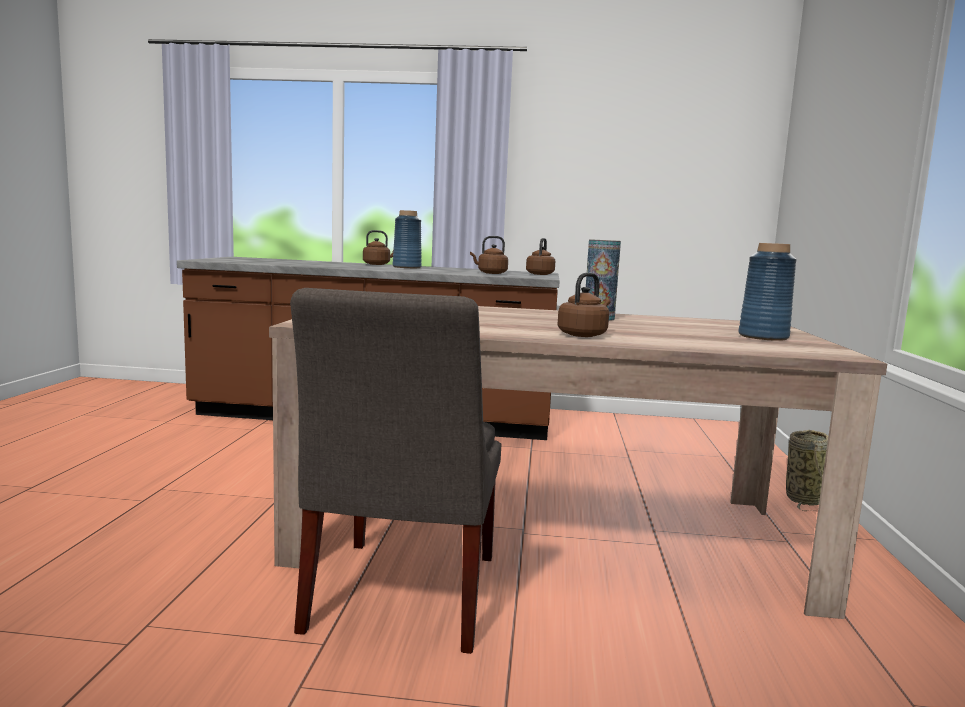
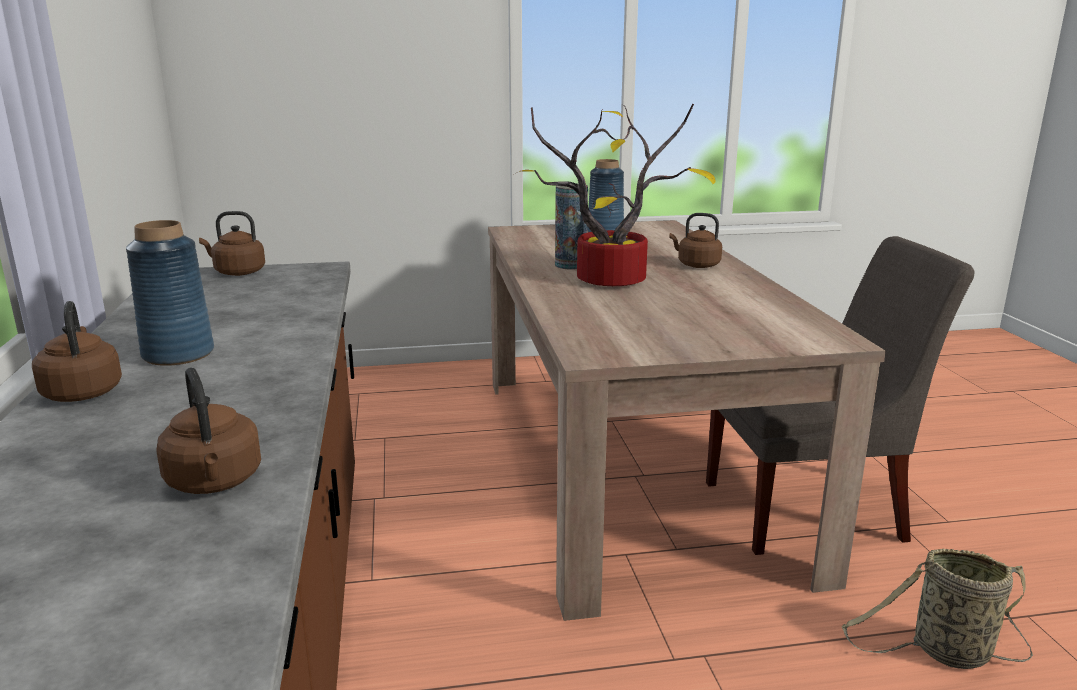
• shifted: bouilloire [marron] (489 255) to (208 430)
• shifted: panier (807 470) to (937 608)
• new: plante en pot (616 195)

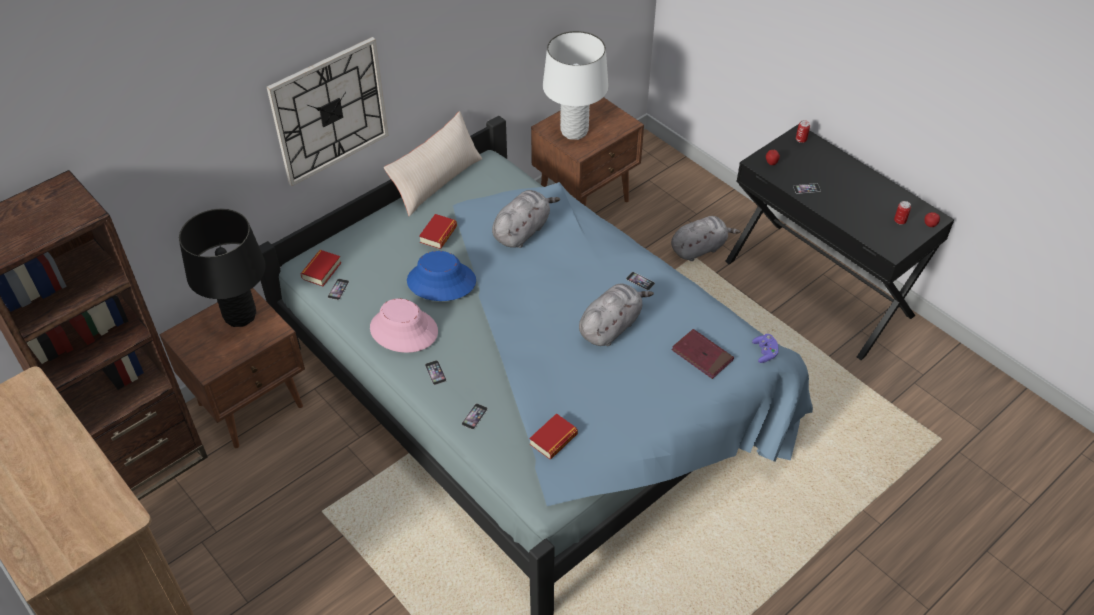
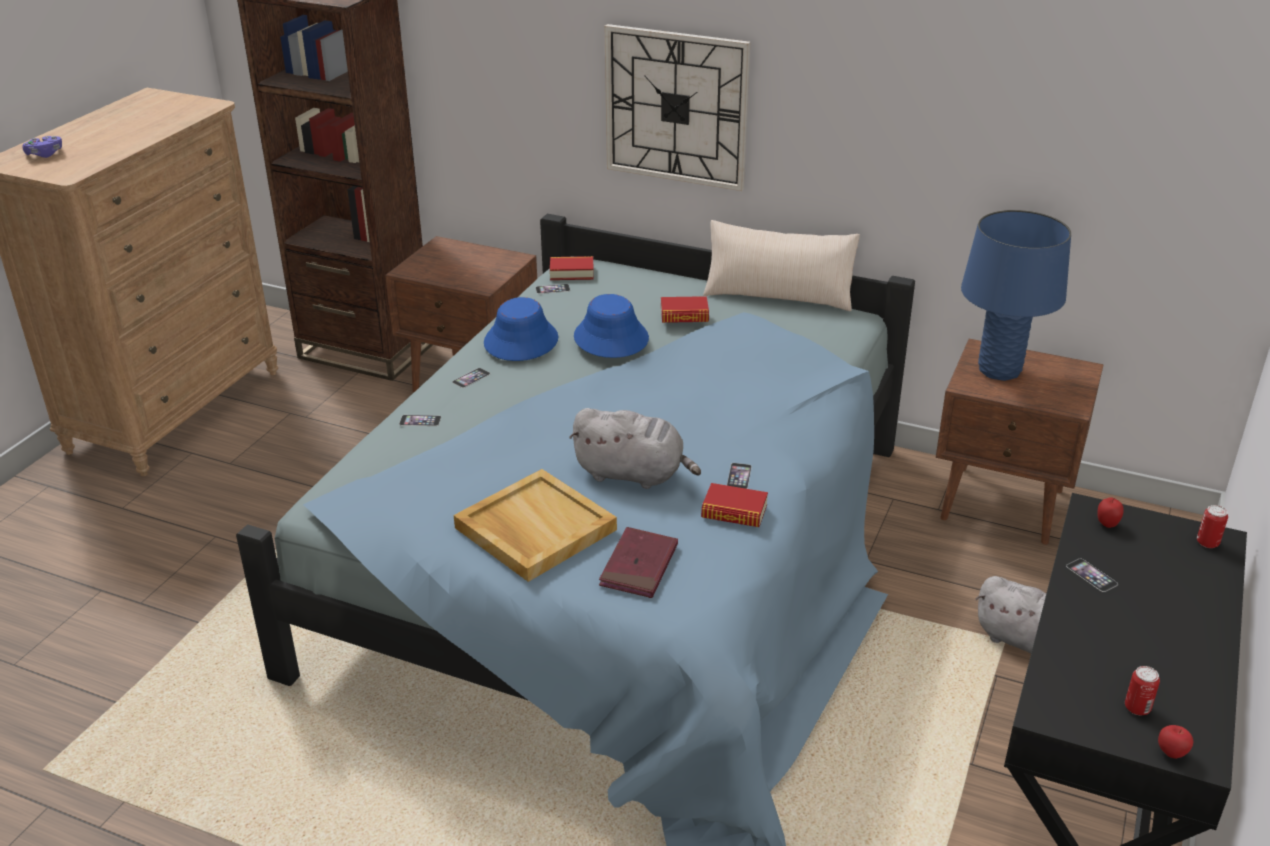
• repainted: lampe de table [blanc] (575 85) to lampe de table [bleu] (1016 295)
• gone: peluche [gris] (526 219)
• gone: lampe de table [noir] (222 268)
• repainted: chapeau [rose] (404 325) to chapeau [bleu] (521 329)
• shifted: manette [violet] (765 348) to (42 147)
• shifted: livre (553 436) to (734 505)
• new: plateau [beige] (535 525)

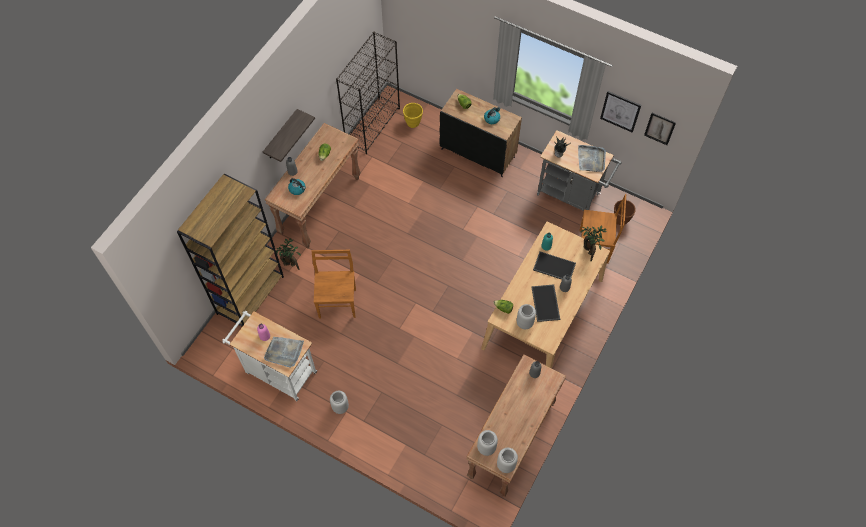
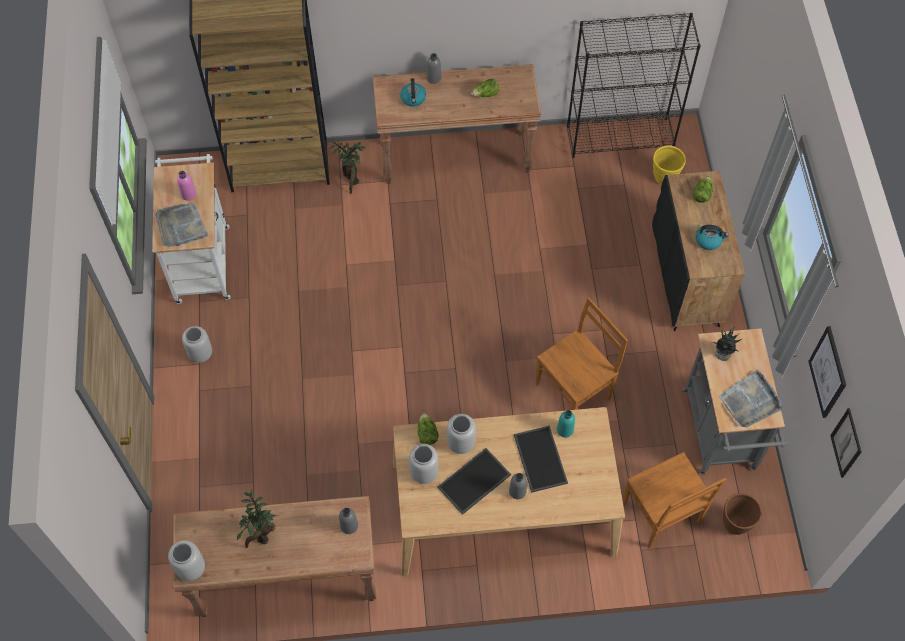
• gone: étagère (289 135)
• shifted: plante en pot (594 243) to (256 518)
• shifted: chaise [marron] (333 284) to (582 353)
• shifted: vase [gris] (487 443) to (461 434)

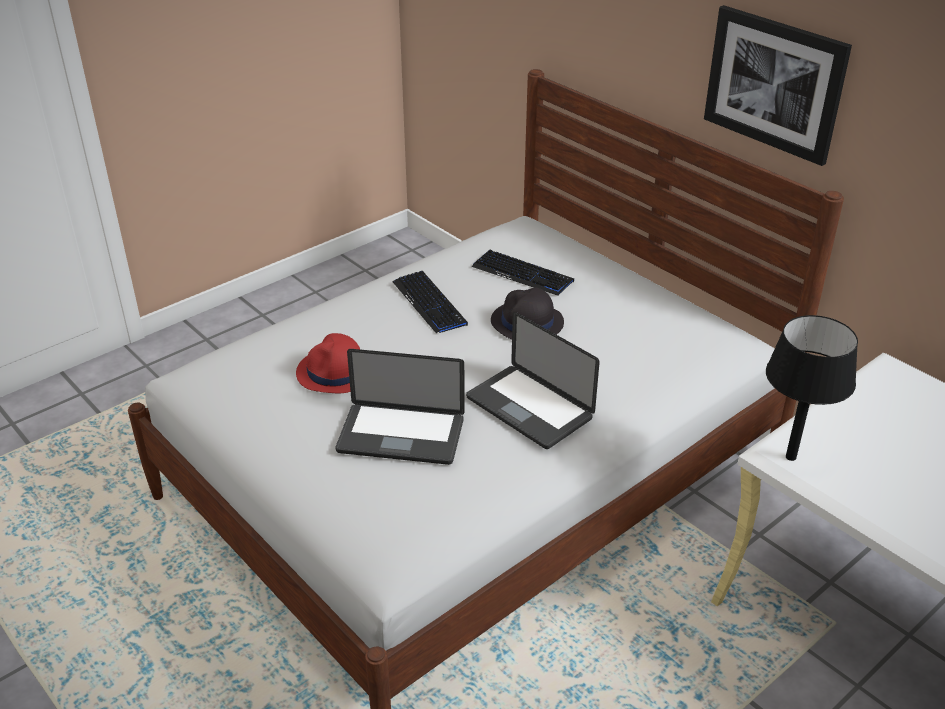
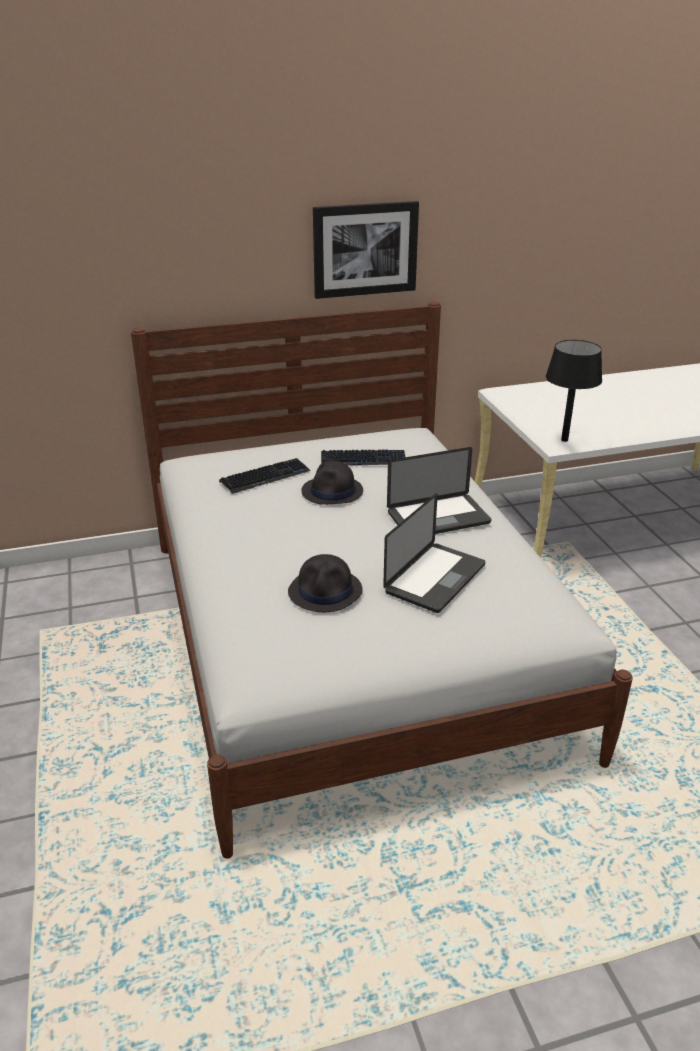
• shifted: clavier (430 302) to (363 458)
• repainted: chapeau [rouge] (328 363) to chapeau [noir] (325 583)

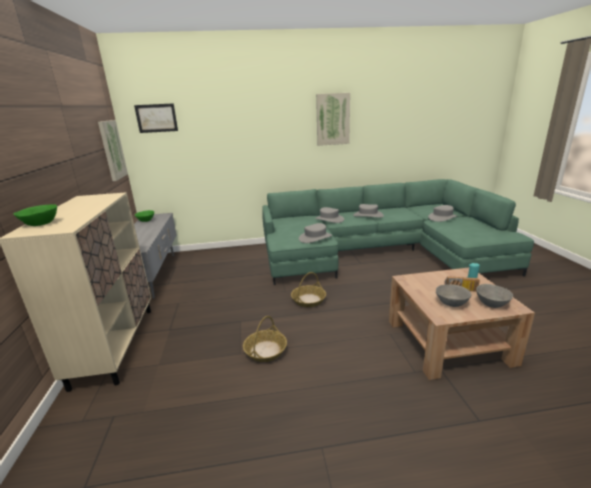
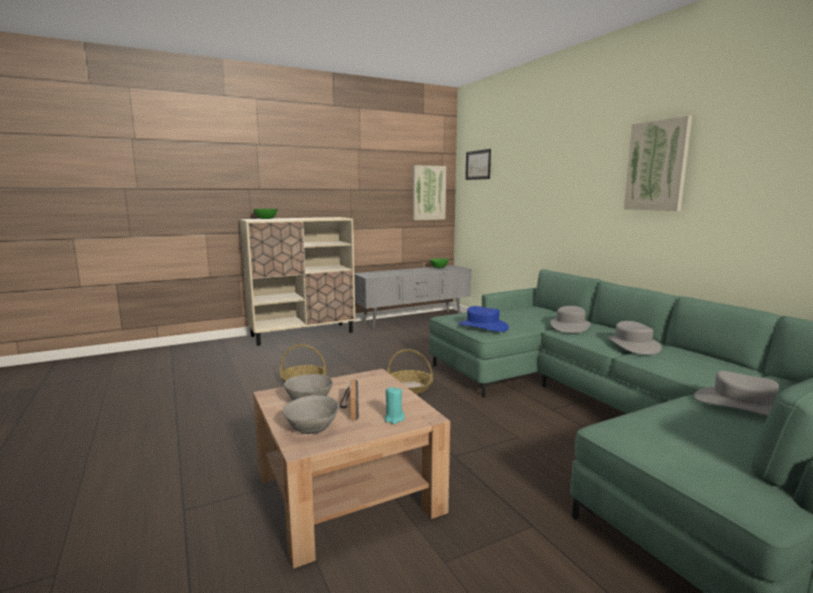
• repainted: chapeau [gris] (315 233) to chapeau [bleu] (483 319)

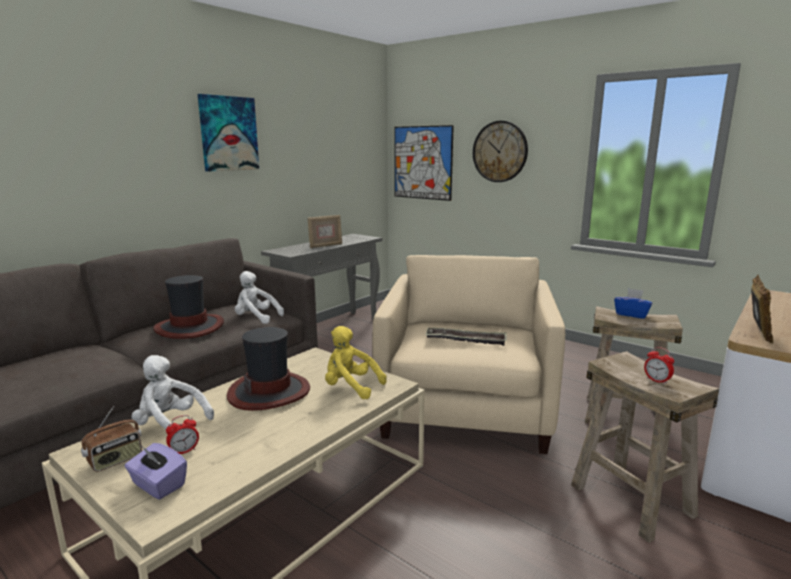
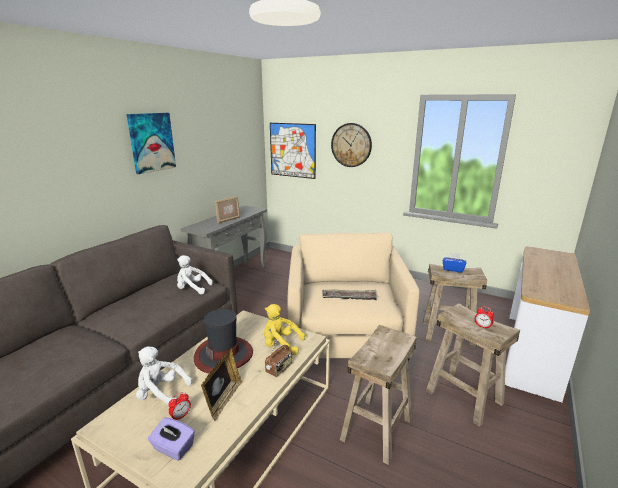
• gone: chapeau (188 307)
• shifted: cadre photo (762 309) to (222 384)
• shifted: radio (111 439) to (278 358)
• new: tabouret [beige] (378 395)

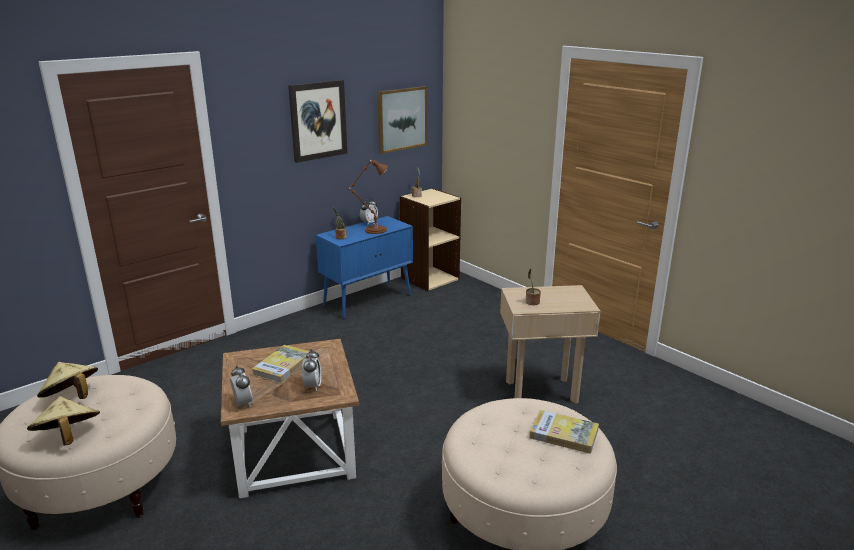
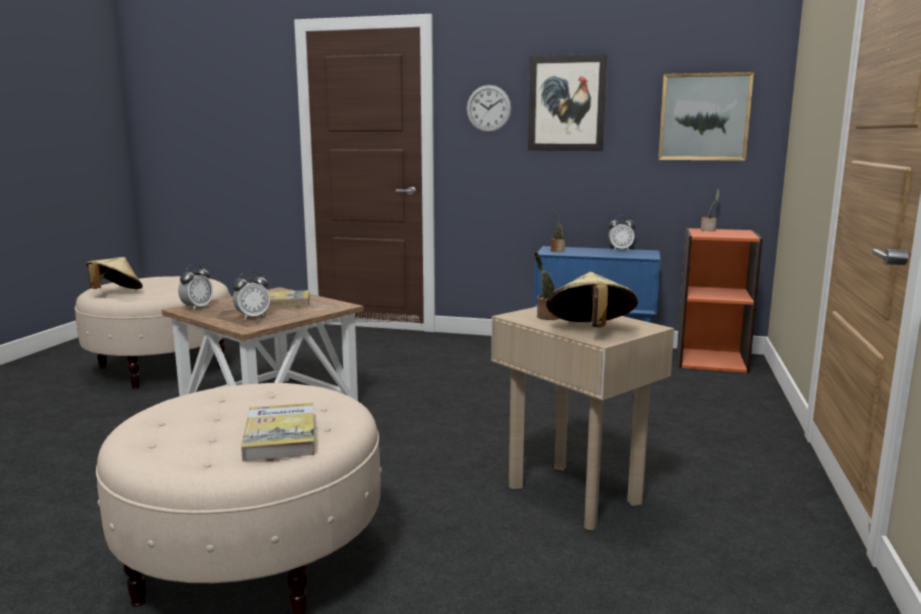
• gone: lampe de table [marron] (368 197)
• repainted: bibliothèque [beige] (430 239) to bibliothèque [orange] (720 300)
• shifted: chapeau [beige] (67 380) to (592 299)
• new: horloge murale (489 109)

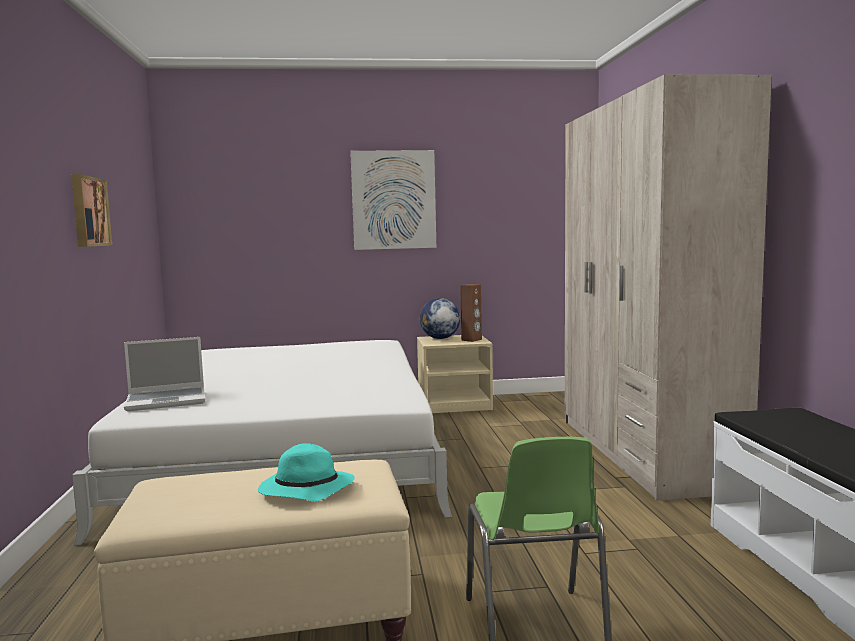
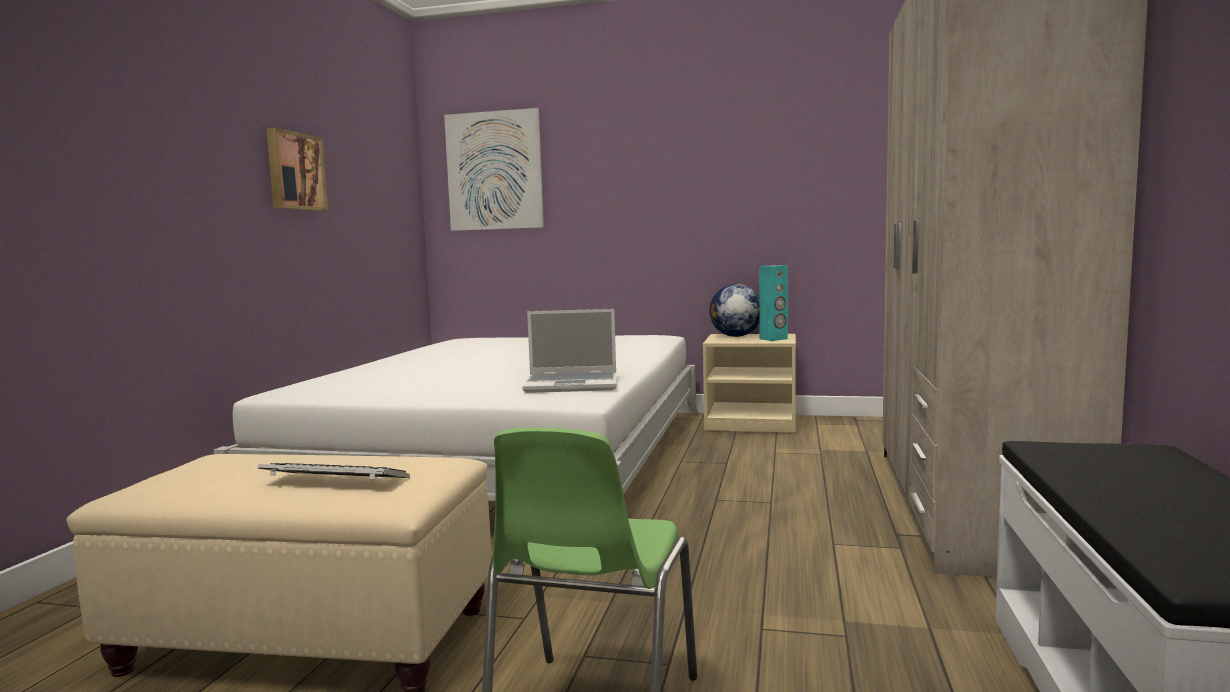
• shifted: tableau (393 200) to (494 169)
• repainted: enceinte [marron] (471 313) to enceinte [turquoise] (773 303)
• shifted: ordinateur portable (164 374) to (569 351)
• swapped: chapeau [turquoise] (306 472) to clavier (333 471)

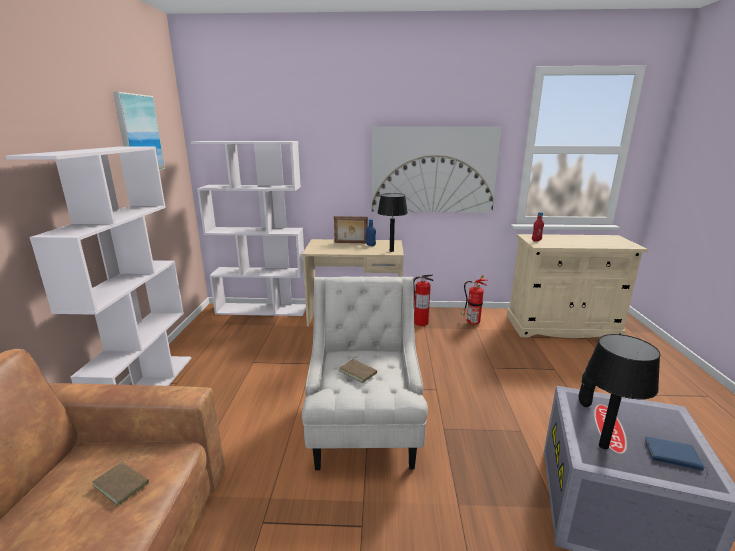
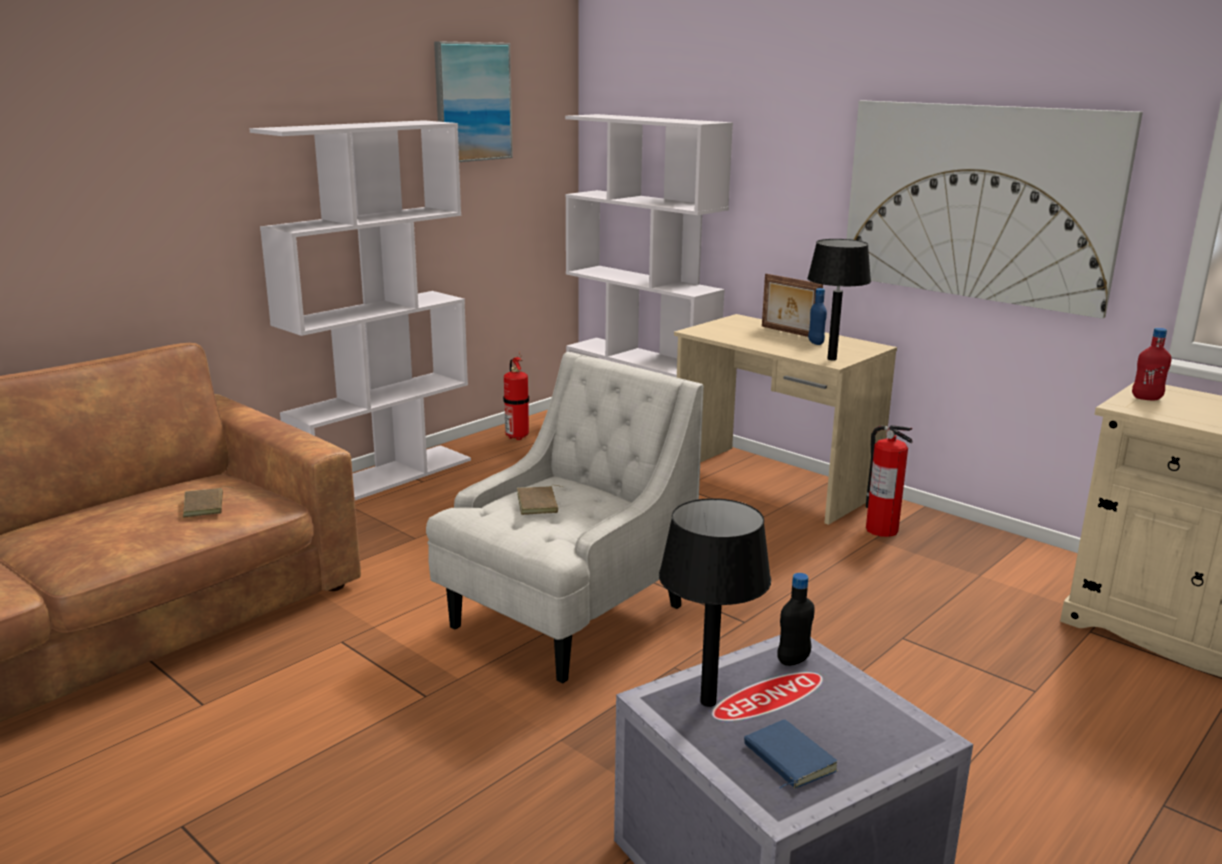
• shifted: extincteur (474 300) to (516 396)

